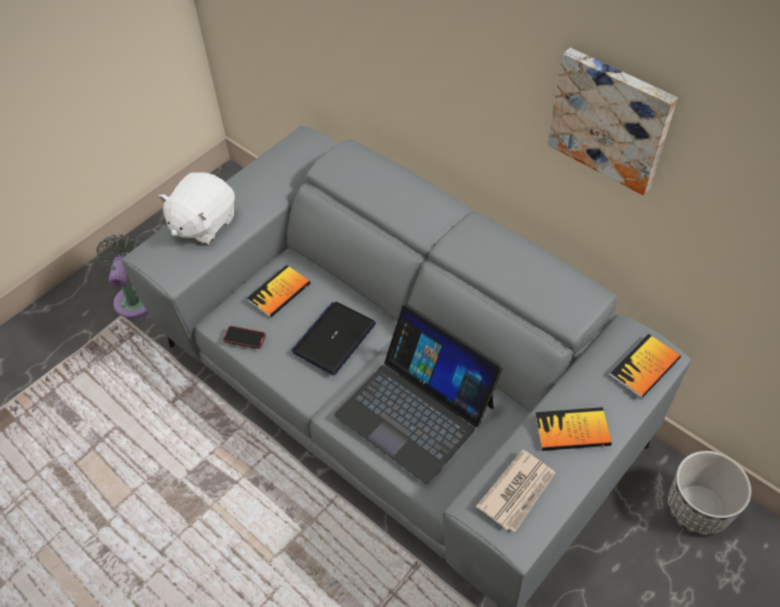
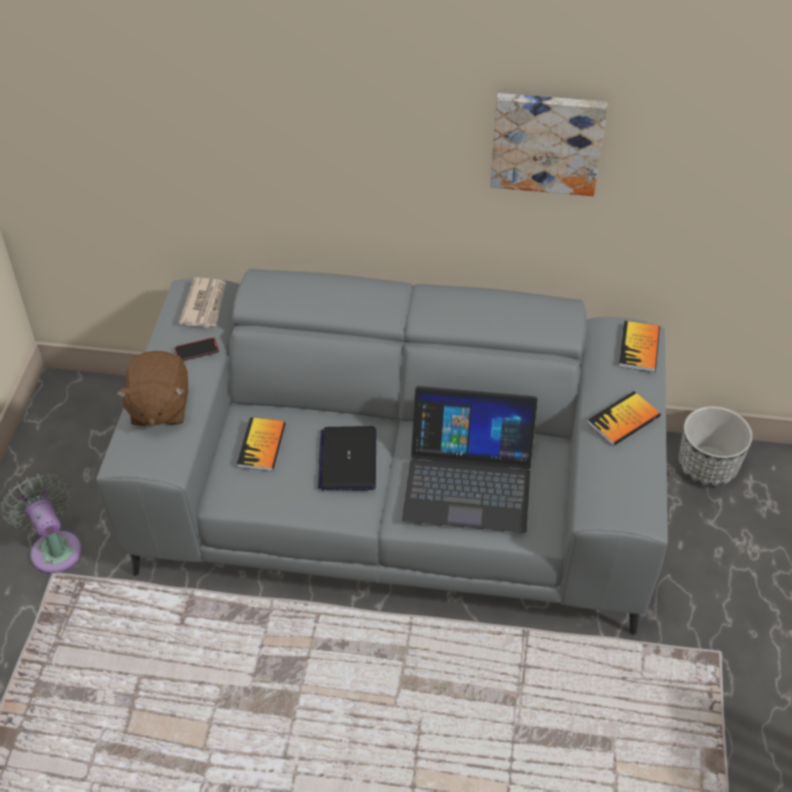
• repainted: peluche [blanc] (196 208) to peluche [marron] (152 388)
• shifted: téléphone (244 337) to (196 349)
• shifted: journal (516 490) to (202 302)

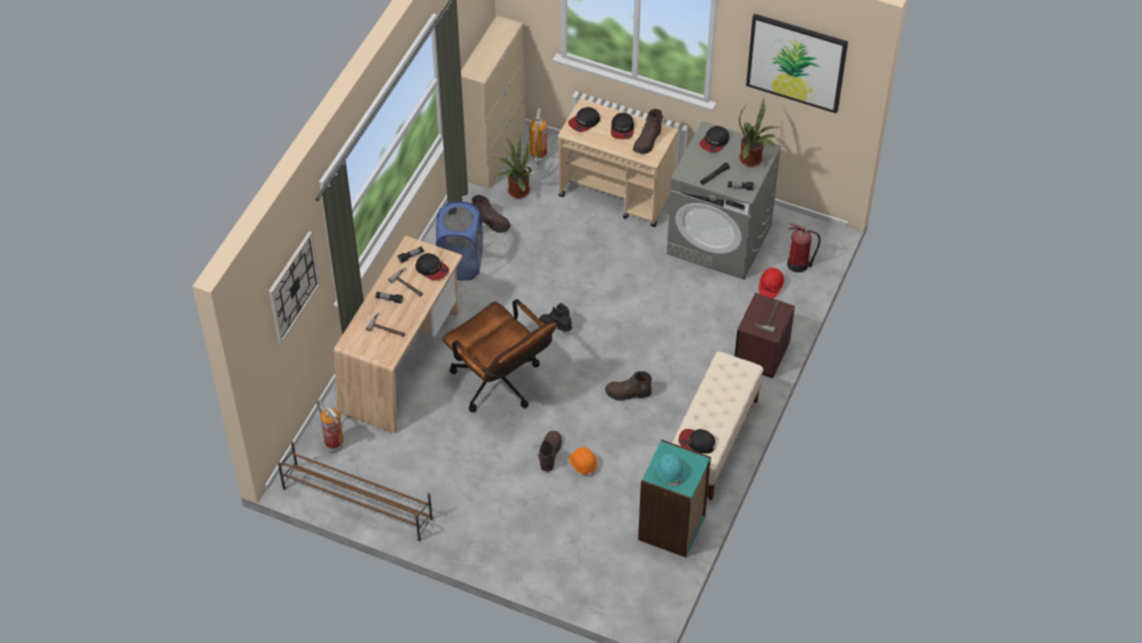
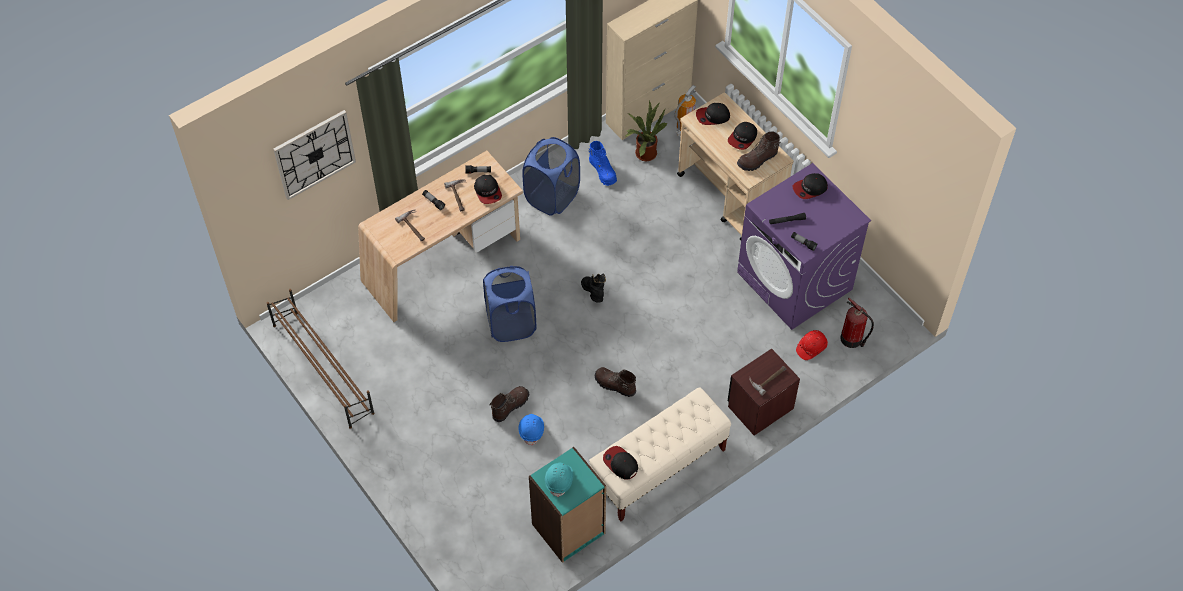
• gone: tableau (797 64)
• gone: plante en pot (760 132)
• repainted: lave-linge [gris] (724 200) to lave-linge [violet] (804 246)
• repainted: botte [marron] (491 214) to botte [bleu] (602 163)
• swapped: chaise de bureau [marron] (499 355) to panier à linge [bleu] (509 304)
• gone: extincteur (330 425)
• repainted: casque de chantier [orange] (583 462) to casque de chantier [bleu] (531 430)

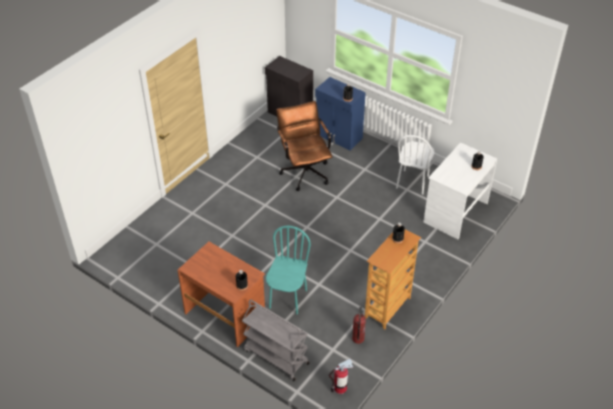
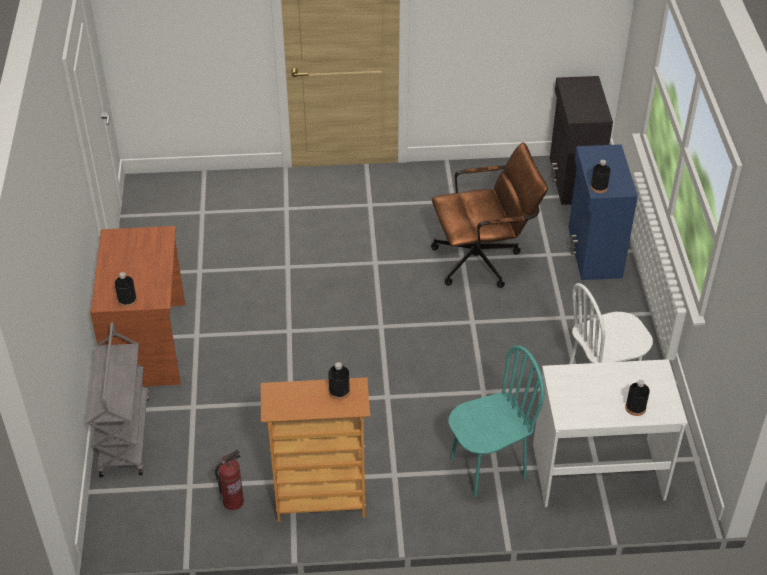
• rotated: chaise de bureau [marron] (304 146) = (489 215) 45 degrees clockwise
• shifted: chaise [turquoise] (288 270) to (496 421)
• gone: extincteur (341 376)

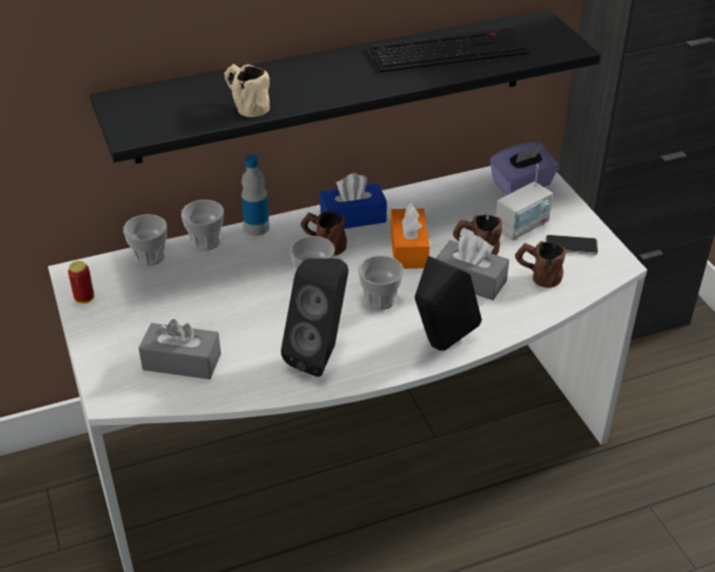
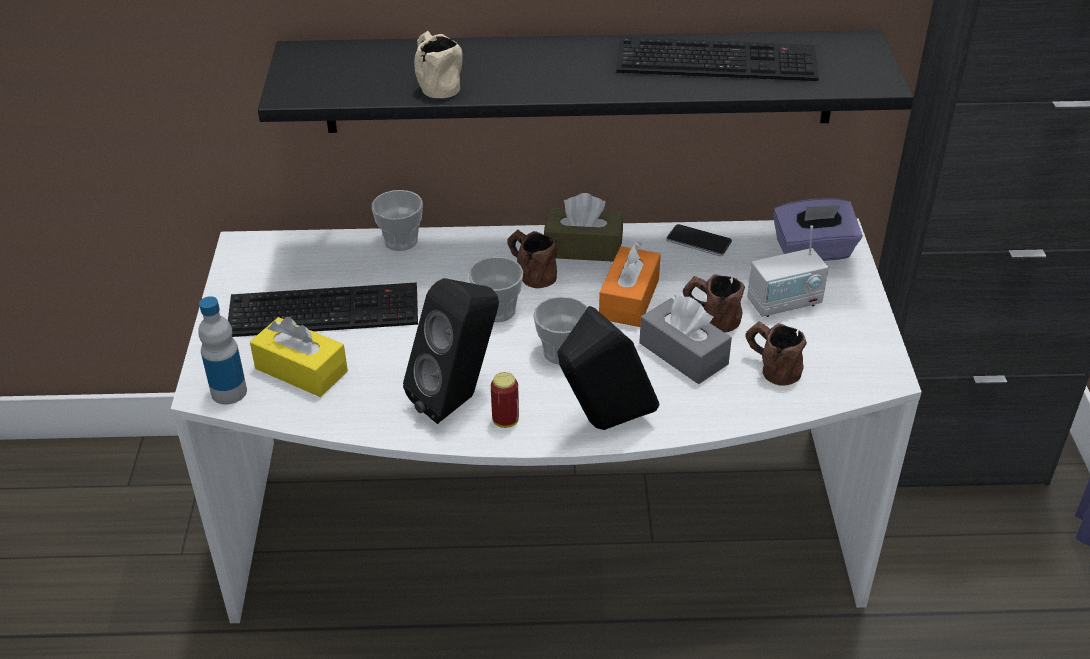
• shifted: bouteille (255 195) to (222 350)
• repainted: boîte à mouchoirs [bleu] (353 201) to boîte à mouchoirs [marron] (583 227)
• gone: tasse (145 240)
• shifted: téléphone (572 245) to (699 240)
• shifted: boîte métallique (81 282) to (505 400)
• repainted: boîte à mouchoirs [gris] (180 349) to boîte à mouchoirs [jaune] (299 357)
• new: clavier (323 309)

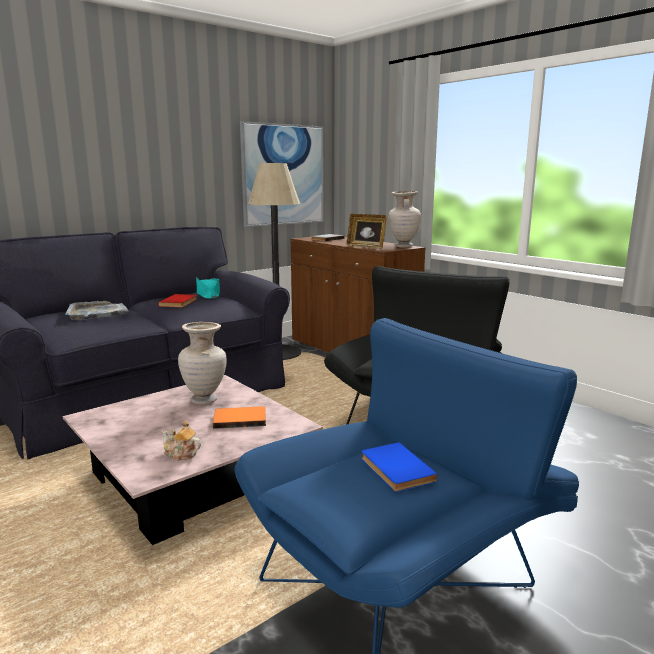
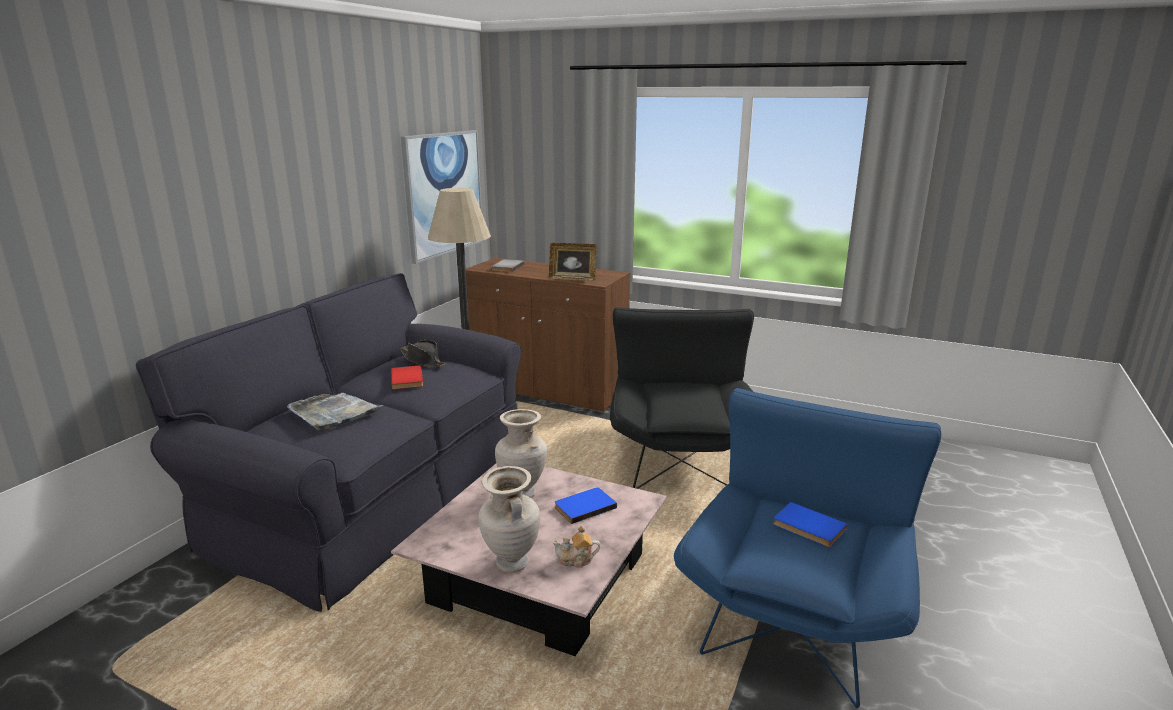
• shifted: vase [beige] (404 219) to (509 519)
• repainted: chapeau [turquoise] (208 288) to chapeau [noir] (423 354)
• repainted: livre [orange] (239 417) to livre [bleu] (586 505)

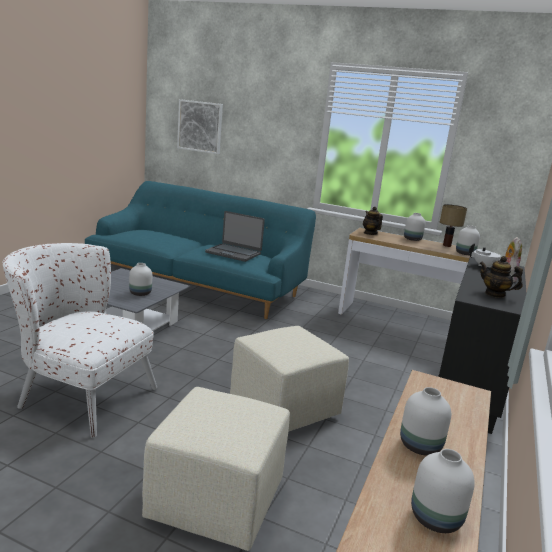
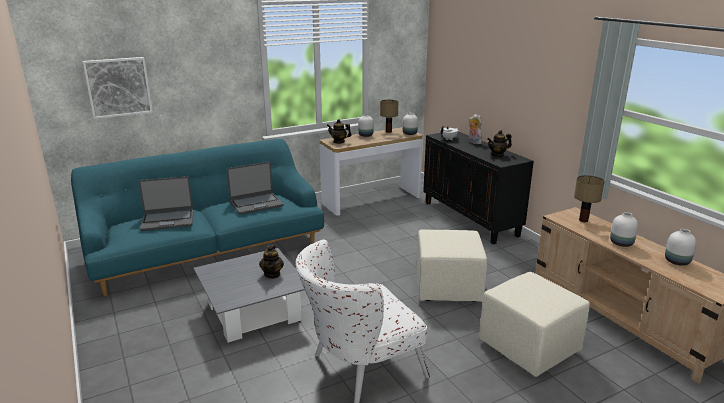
• swapped: vase [blanc] (140 279) to théière (271 261)
• new: lampe de table (589 198)
• new: ordinateur portable (165 203)

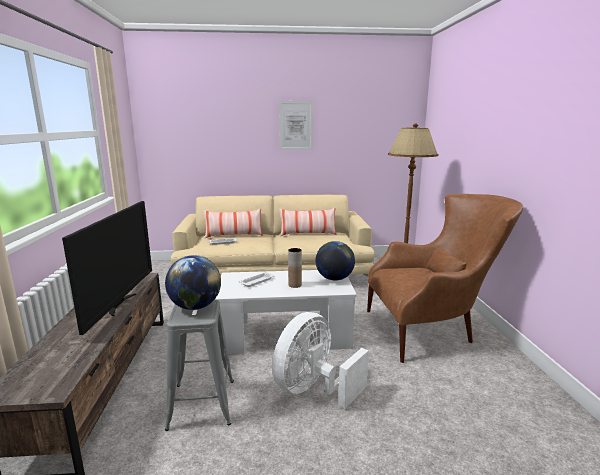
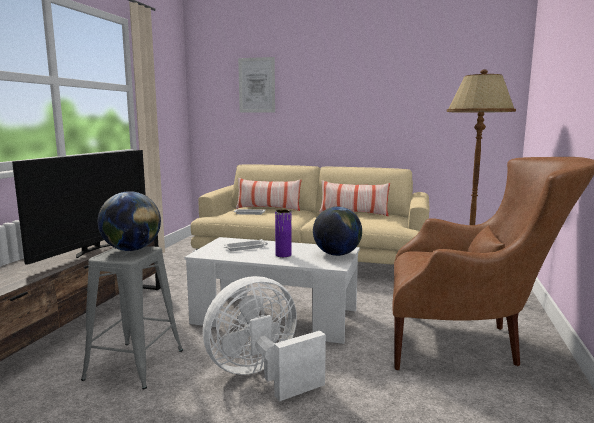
• shifted: tableau (296 125) to (256 85)
• repainted: vase [marron] (295 268) to vase [violet] (283 233)

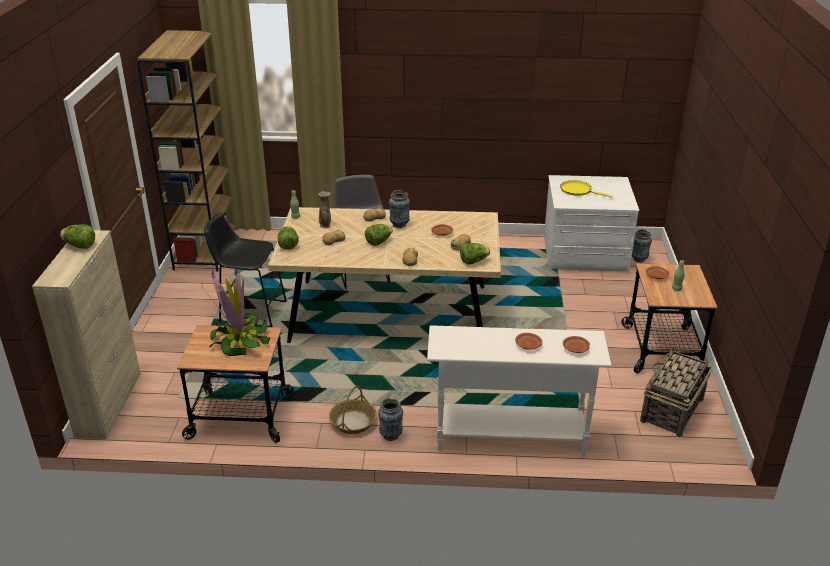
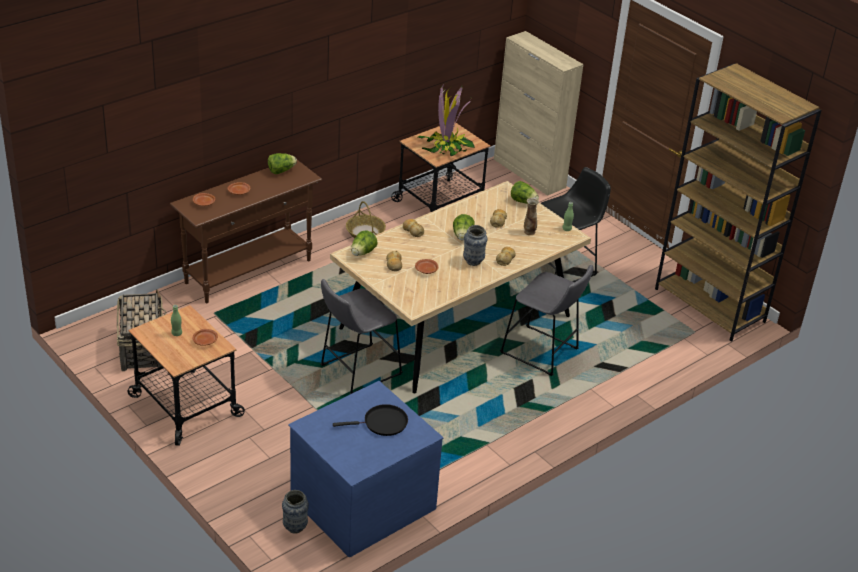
• repainted: commode [blanc] (591 224) to commode [bleu] (366 469)
• repainted: poêle [jaune] (586 189) to poêle [noir] (370 420)
• shifted: laitue (77 236) to (282 163)
• repainted: table console [blanc] (519 391) to table console [marron] (246 231)
• gone: vase (390 419)
• new: tabouret [gris] (361 336)

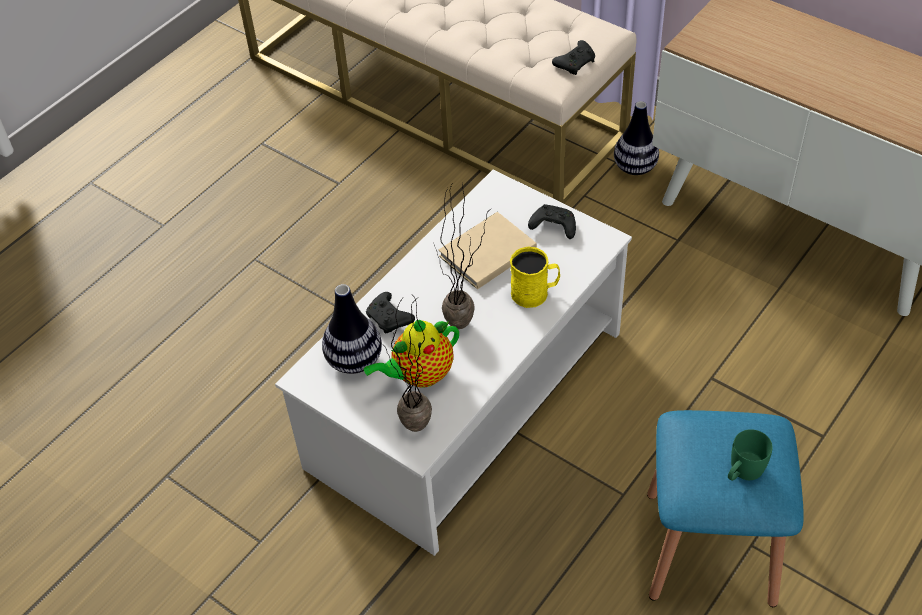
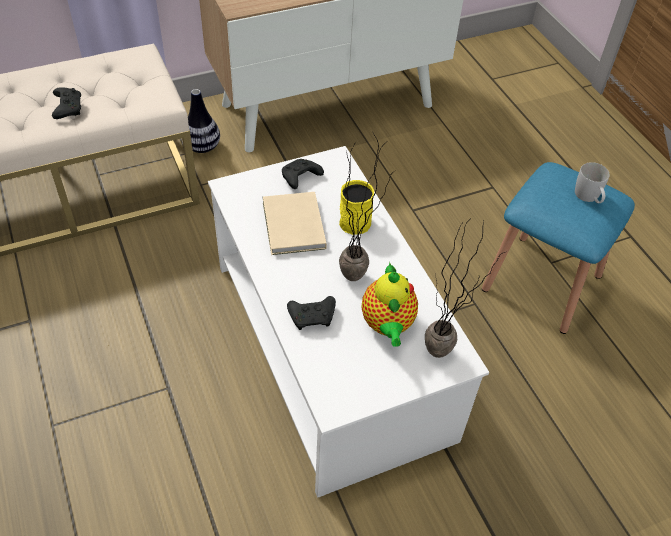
• shifted: manette [noir] (573 57) to (66 103)
• gone: vase (352 329)
• repainted: mug [vert] (750 455) to mug [blanc] (592 182)

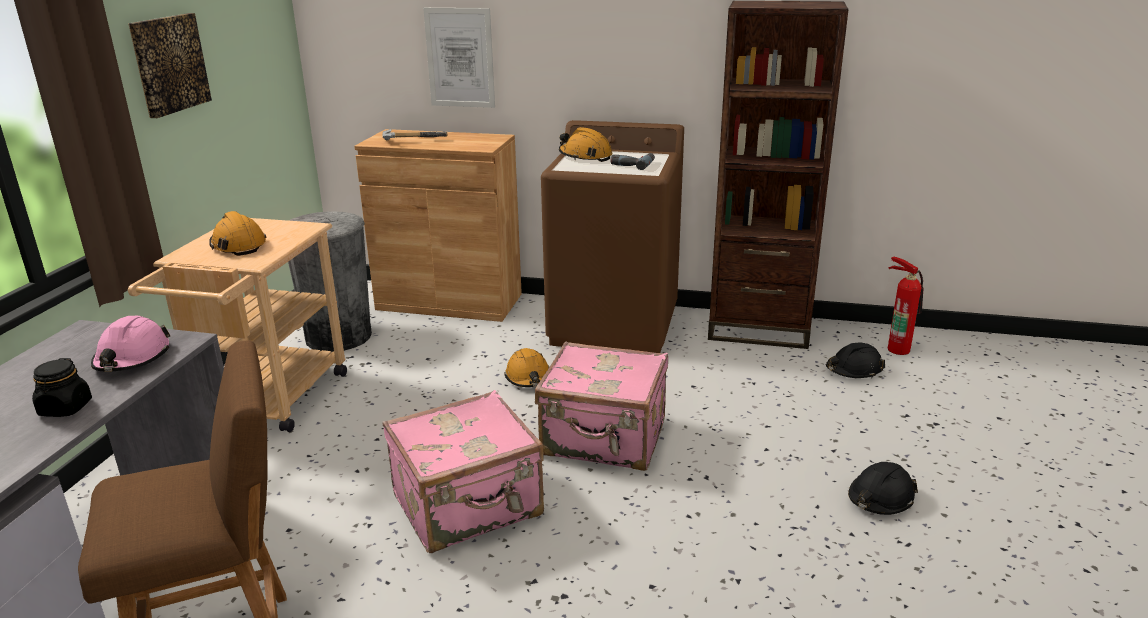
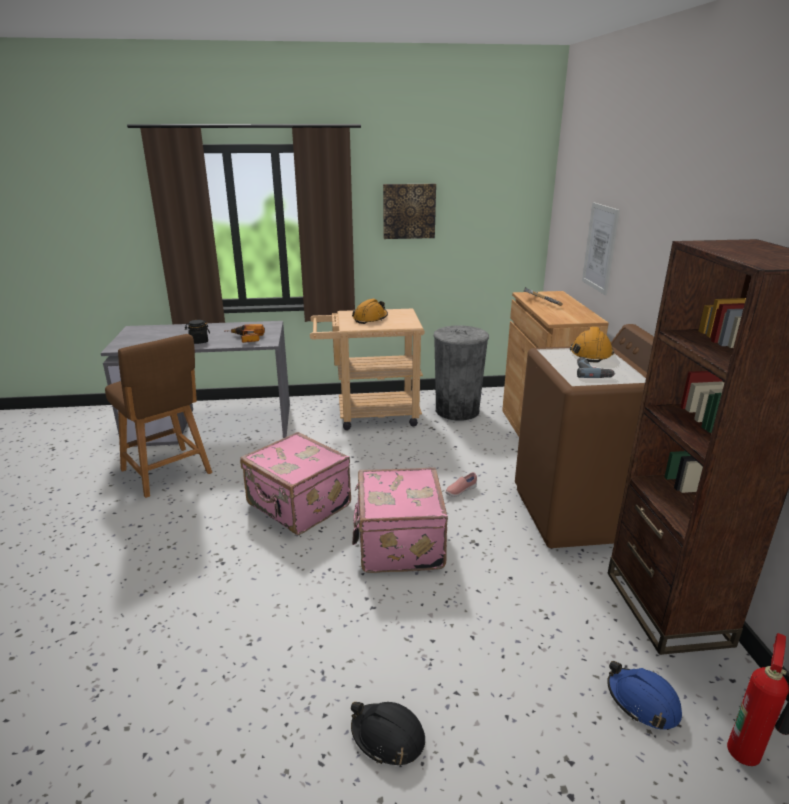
• swapped: casque de chantier [rose] (130 343) to perceuse (245 333)
• repainted: casque de chantier [noir] (855 361) to casque de chantier [bleu] (644 695)
• swapped: casque de chantier [orange] (526 367) to chaussure [rose] (461 484)

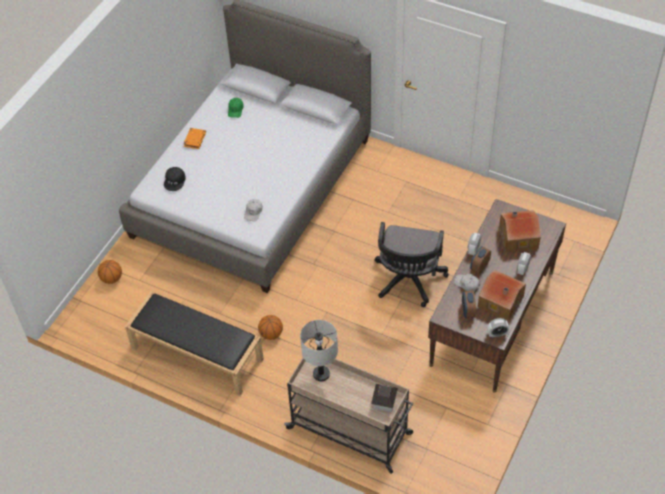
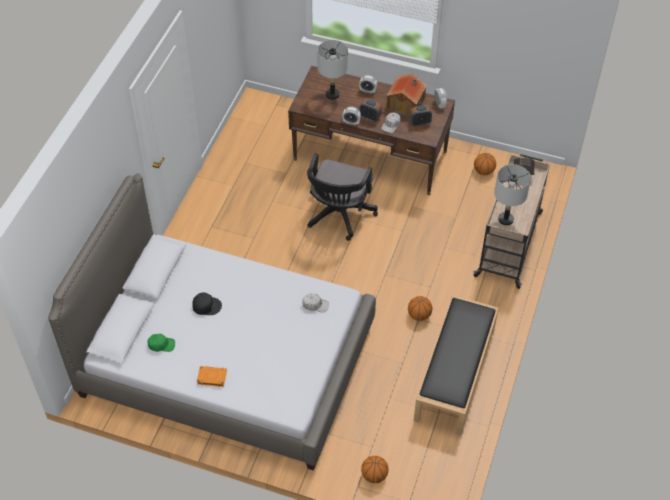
• shifted: casquette [noir] (175 179) to (207 304)
• swapped: maison miniature (520 231) to lampe de table [gris] (332 70)
• rotated: chaise de bureau [noir] (411 264) = (342 197) 105 degrees clockwise
• new: ballon de basket (485 164)

